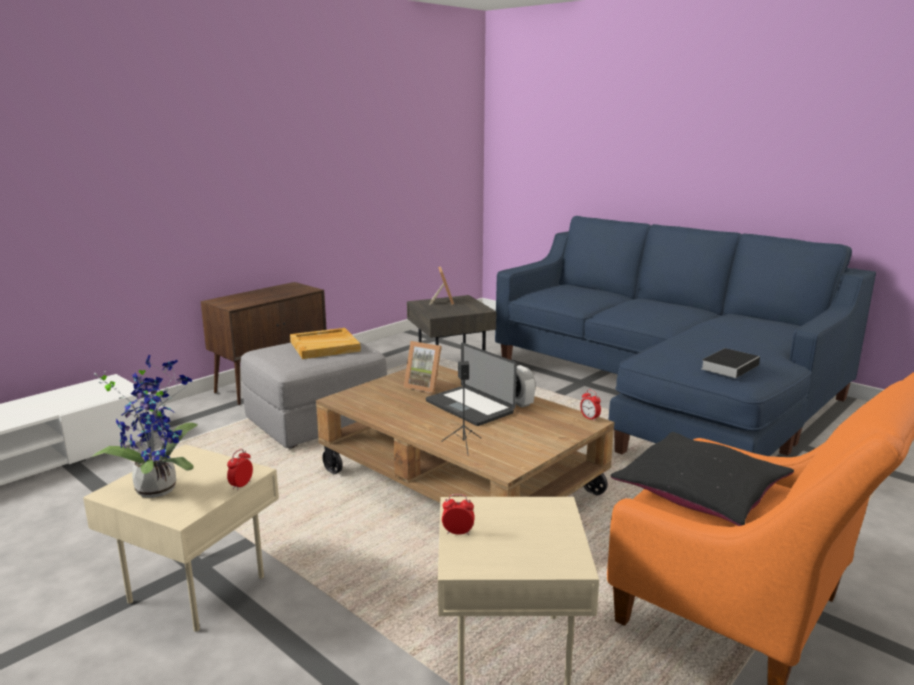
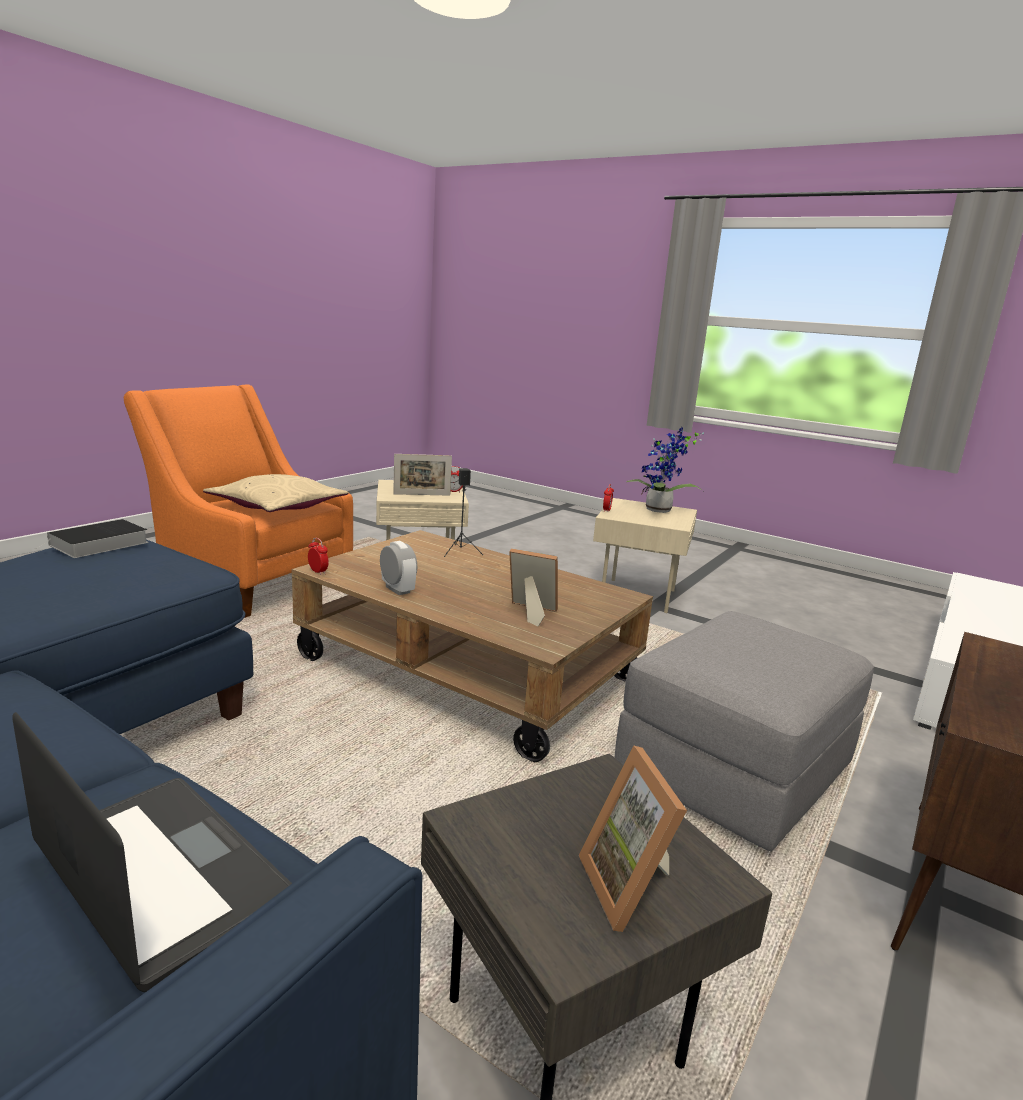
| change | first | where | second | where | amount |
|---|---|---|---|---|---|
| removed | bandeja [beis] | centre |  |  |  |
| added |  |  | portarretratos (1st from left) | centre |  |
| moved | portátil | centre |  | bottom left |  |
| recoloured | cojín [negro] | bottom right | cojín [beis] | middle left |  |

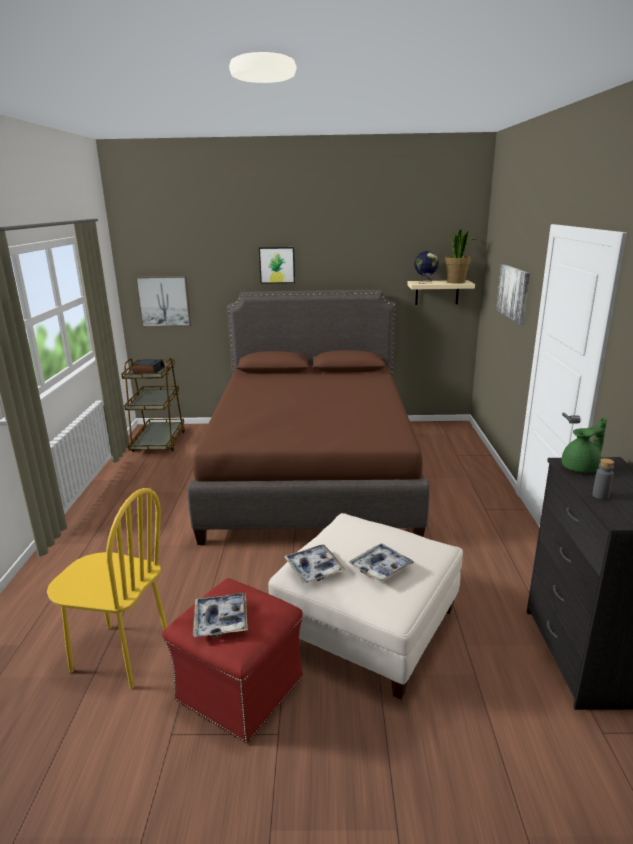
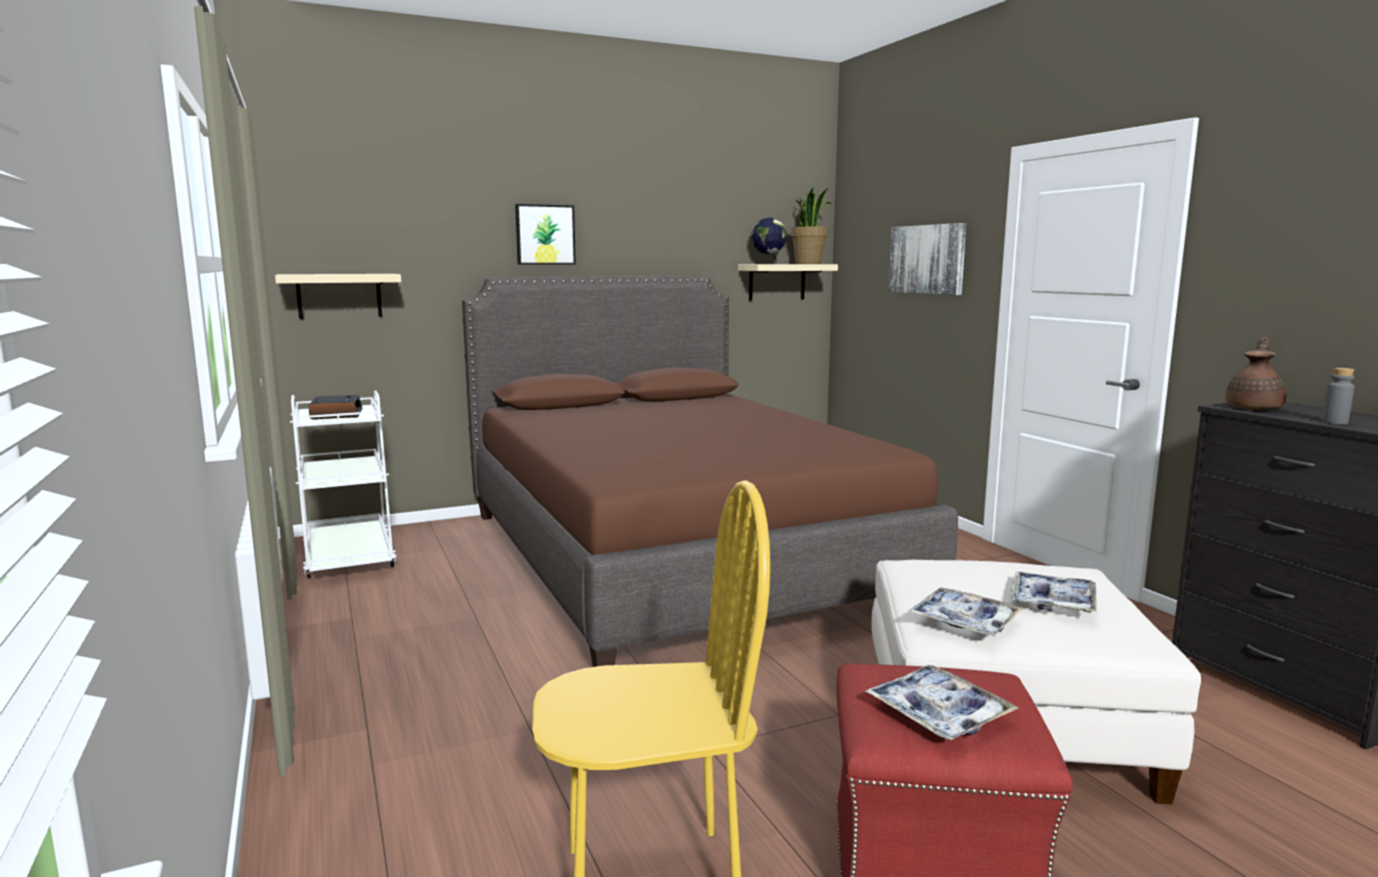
| change | first | where | second | where | amount |
|---|---|---|---|---|---|
| replaced | cuadro (1st from left) | middle left | estante [beis] (1st from left) | middle left |  |
| recoloured | carrito [marrón] | middle left | carrito [blanco] | middle left |  |
| recoloured | tetera [verde] | middle right | tetera [marrón] | middle right |  |

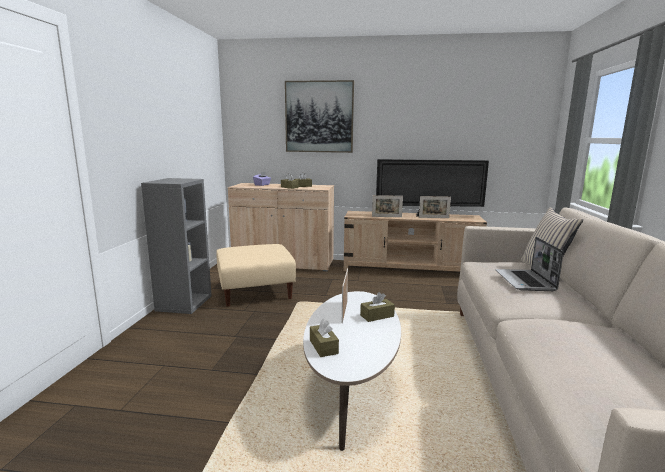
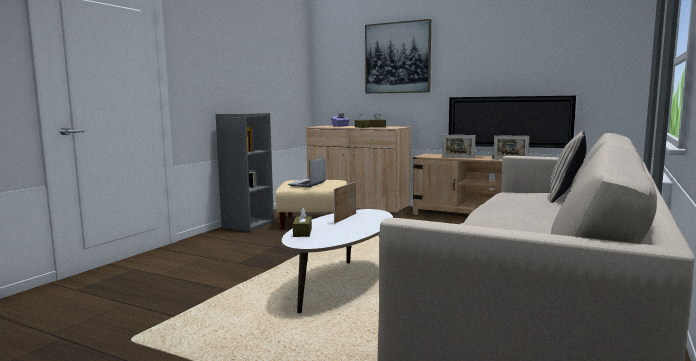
| change | first | where | second | where | amount |
|---|---|---|---|---|---|
| removed | caja de pañuelos [marrón] (4th from left) | centre |  |  |  |
| moved | portátil | middle right |  | centre |  |

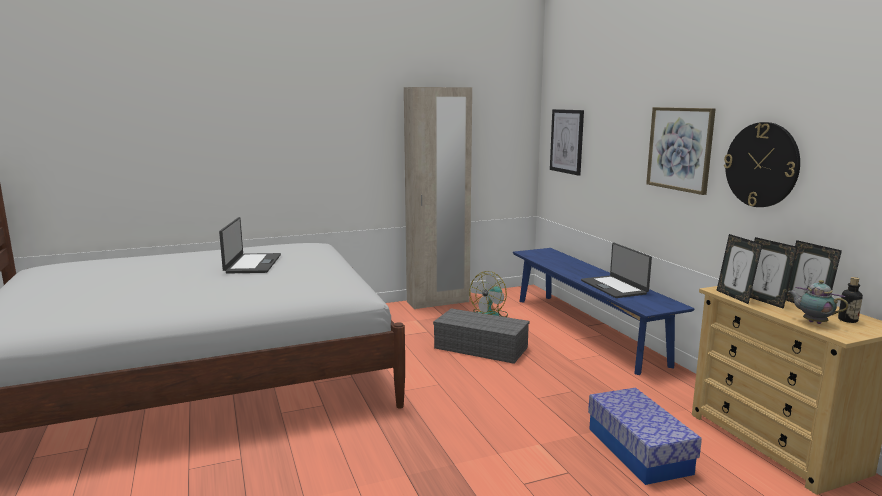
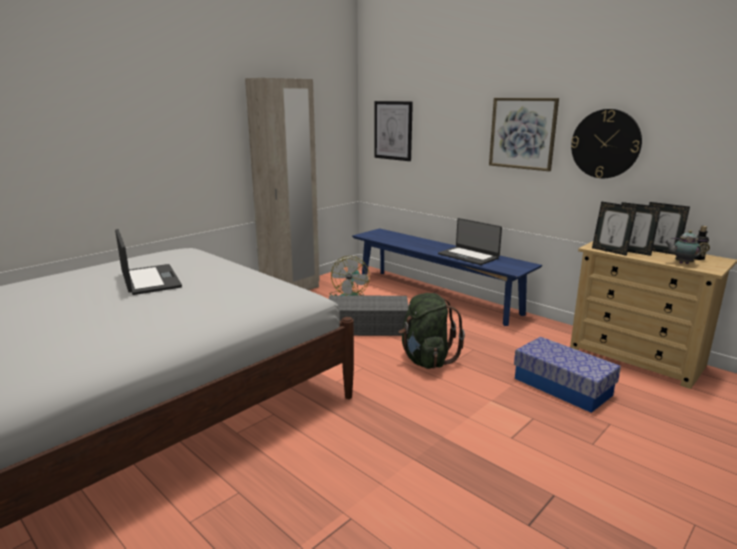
| change | first | where | second | where | amount |
|---|---|---|---|---|---|
| added |  |  | mochila [verde] | centre |  |

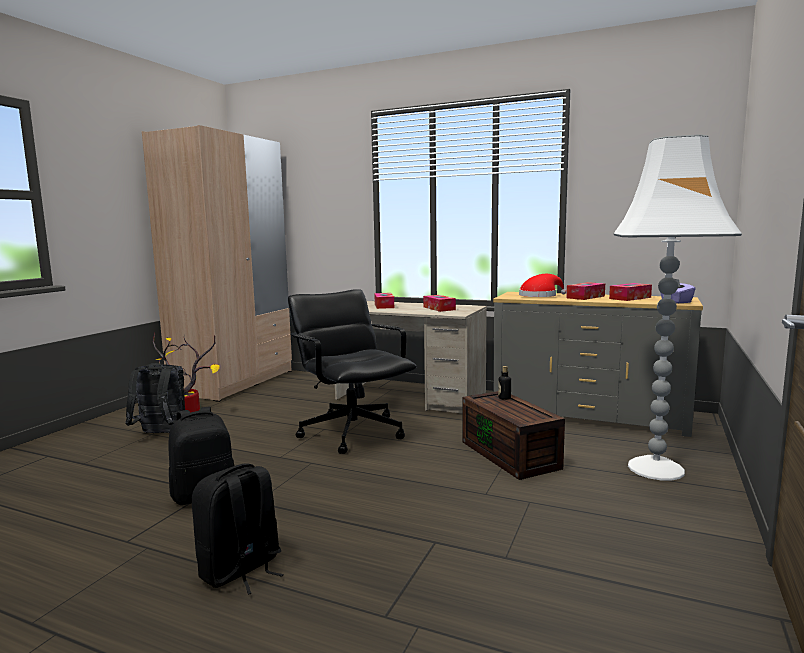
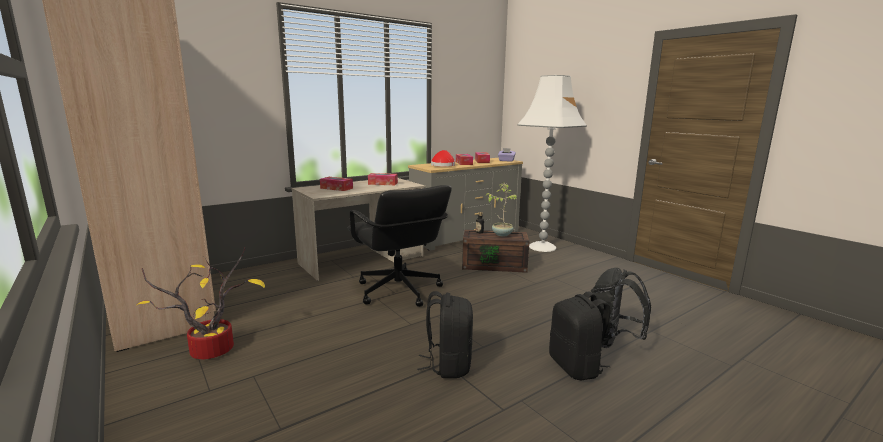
| change | first | where | second | where | amount |
|---|---|---|---|---|---|
| added |  |  | planta en maceta (2nd from left) | centre |  |
| moved | mochila [negro] (1st from left in the first image) | middle left | mochila [negro] (3rd from left) | bottom right |  |
| turned | silla de oficina [negro] | centre |  | centre | 120 degrees counterclockwise |

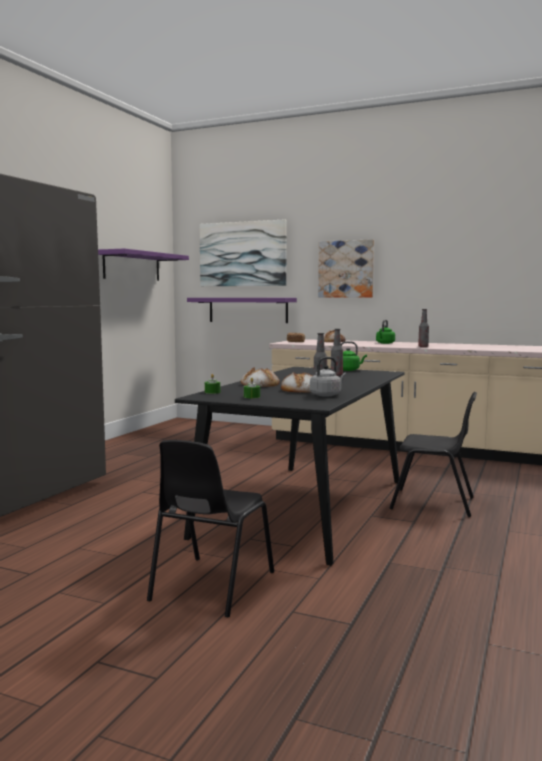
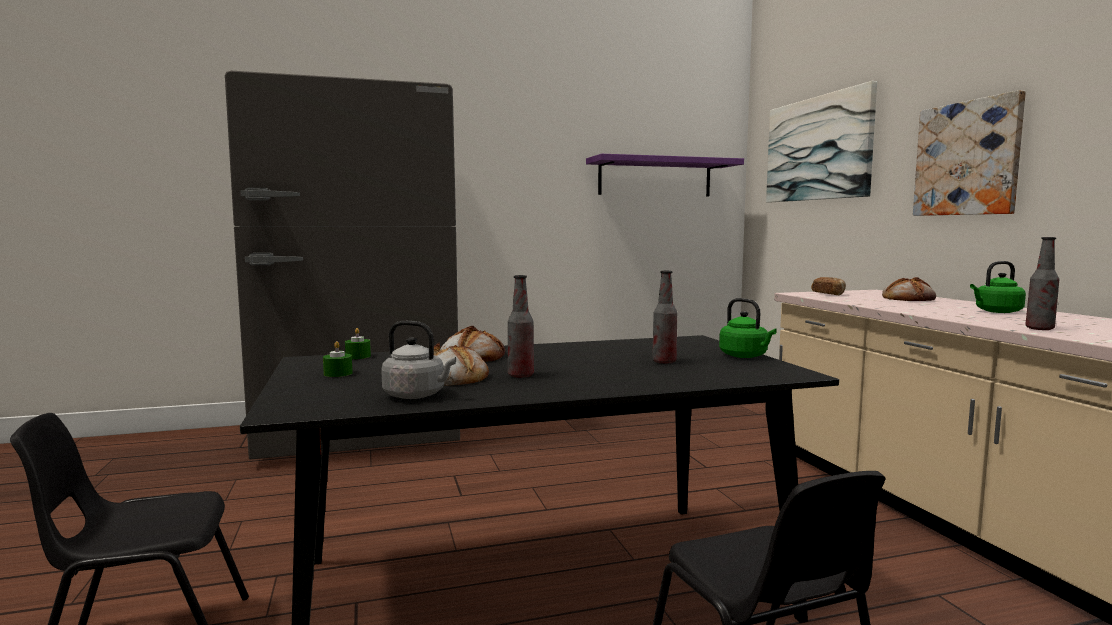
| change | first | where | second | where | amount |
|---|---|---|---|---|---|
| removed | estante [morado] (2nd from left) | centre |  |  |  |

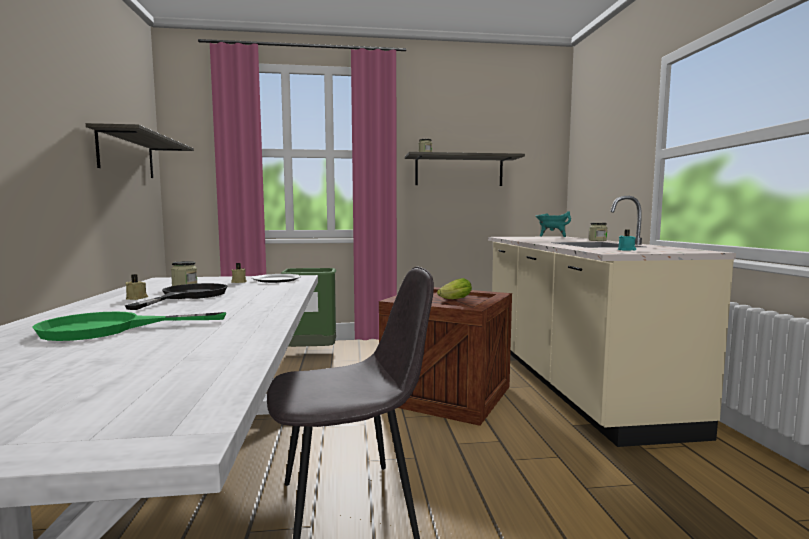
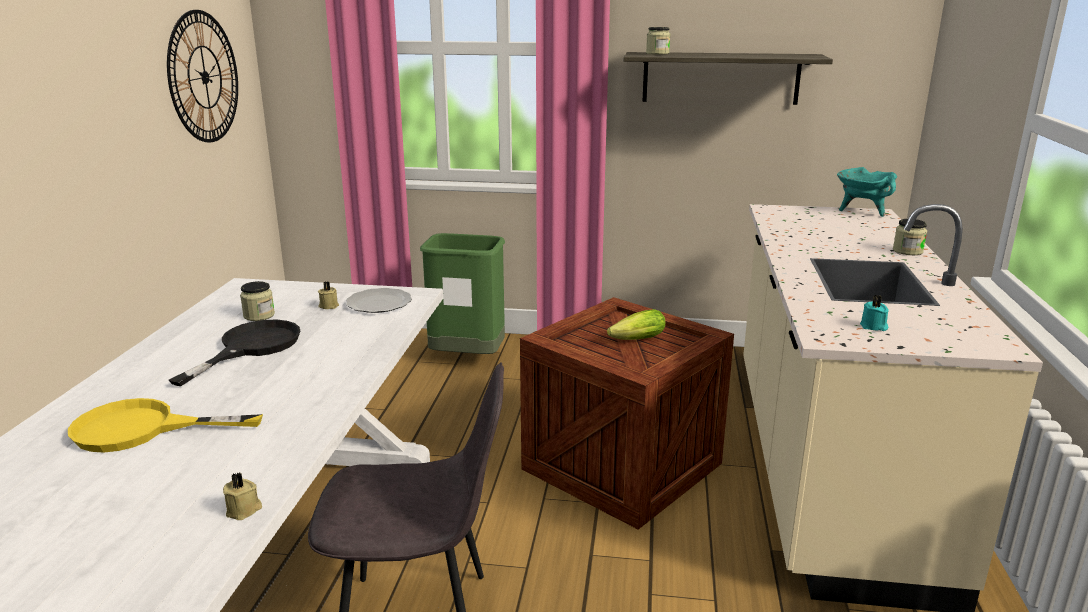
| change | first | where | second | where | amount |
|---|---|---|---|---|---|
| moved | vela [beis] (1st from left) | middle left |  | bottom left |  |
| replaced | estante (1st from left) | top left | reloj de pared | top left |  |
| recoloured | sartén [verde] | middle left | sartén [amarillo] | bottom left |  |

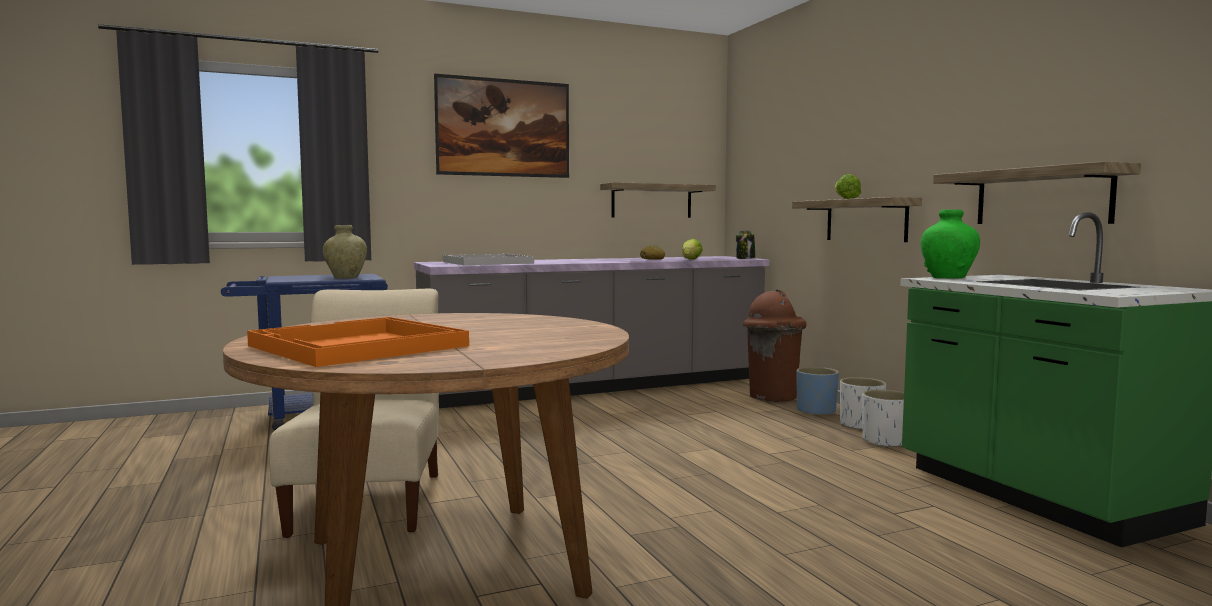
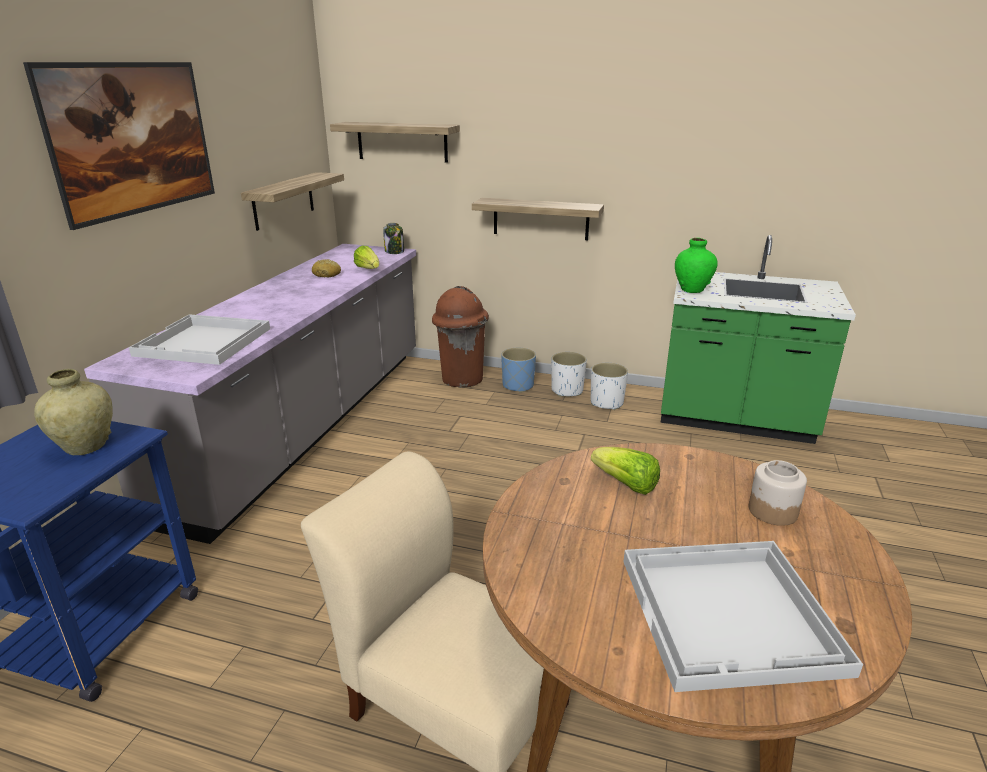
| change | first | where | second | where | amount |
|---|---|---|---|---|---|
| added |  |  | tarro (2nd from left) | middle right |  |
| moved | lechuga (2nd from left) | top right |  | centre |  |
| moved | estante (3rd from left in the first image) | top right | estante (2nd from left) | top centre |  |
| recoloured | bandeja [naranja] | middle left | bandeja [blanco] (2nd from left) | bottom right |  |

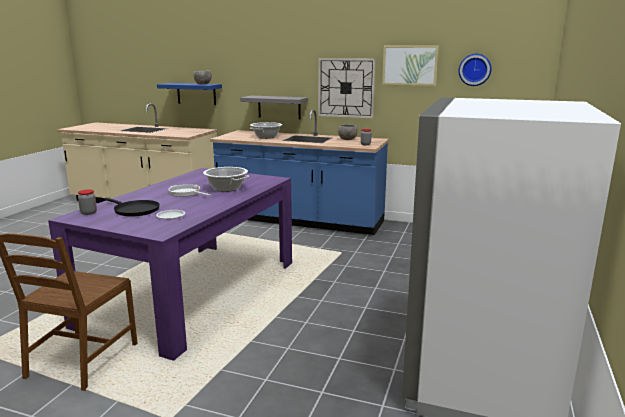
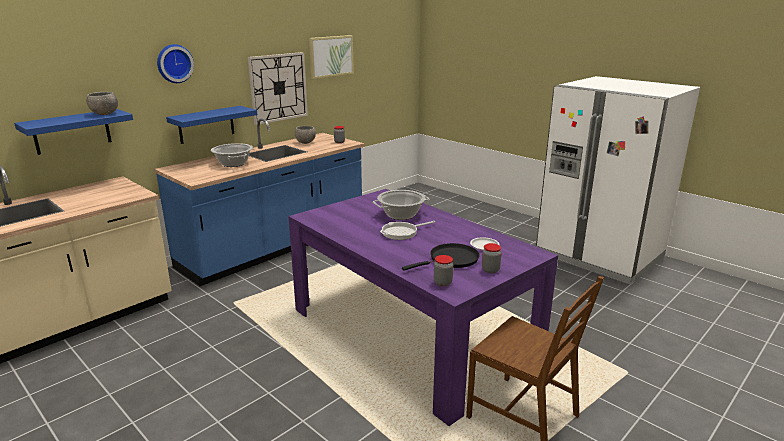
| change | first | where | second | where | amount |
|---|---|---|---|---|---|
| added |  |  | tarro (3rd from left) | centre |  |
| moved | reloj de pared (2nd from left in the first image) | top right | reloj de pared (1st from left) | top left |  |
| recoloured | estante [gris] | top centre | estante [azul] (2nd from left) | top left |  |

